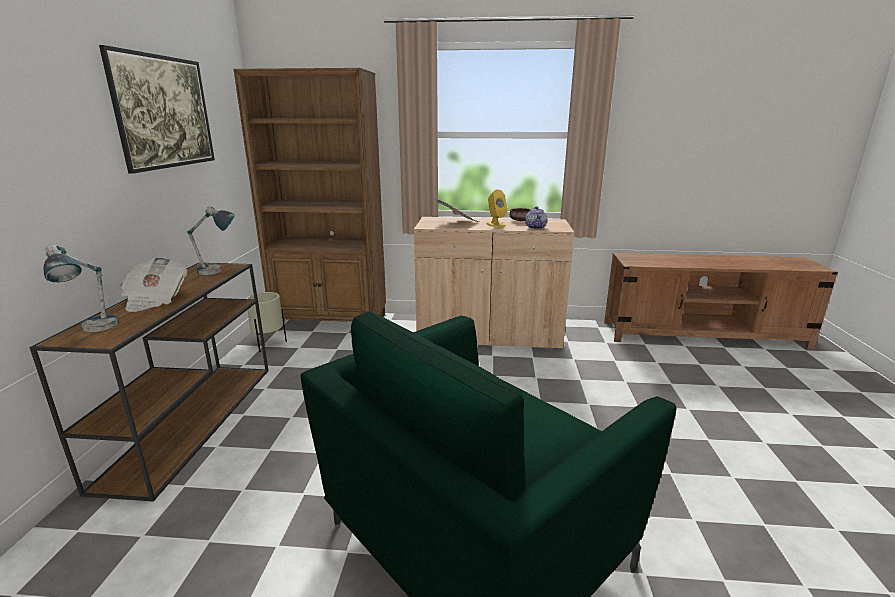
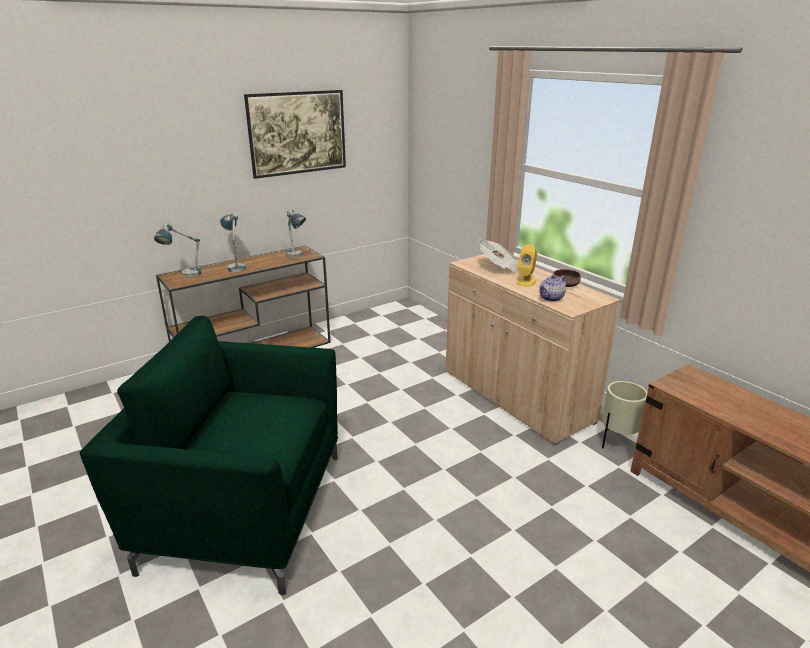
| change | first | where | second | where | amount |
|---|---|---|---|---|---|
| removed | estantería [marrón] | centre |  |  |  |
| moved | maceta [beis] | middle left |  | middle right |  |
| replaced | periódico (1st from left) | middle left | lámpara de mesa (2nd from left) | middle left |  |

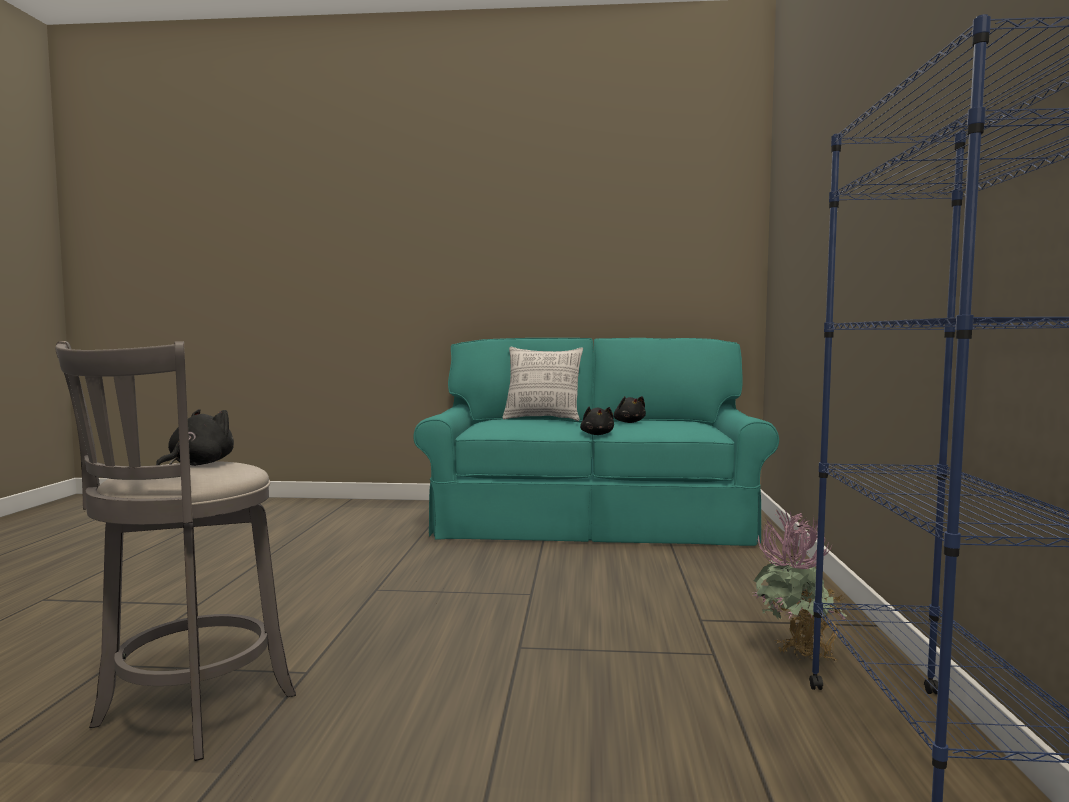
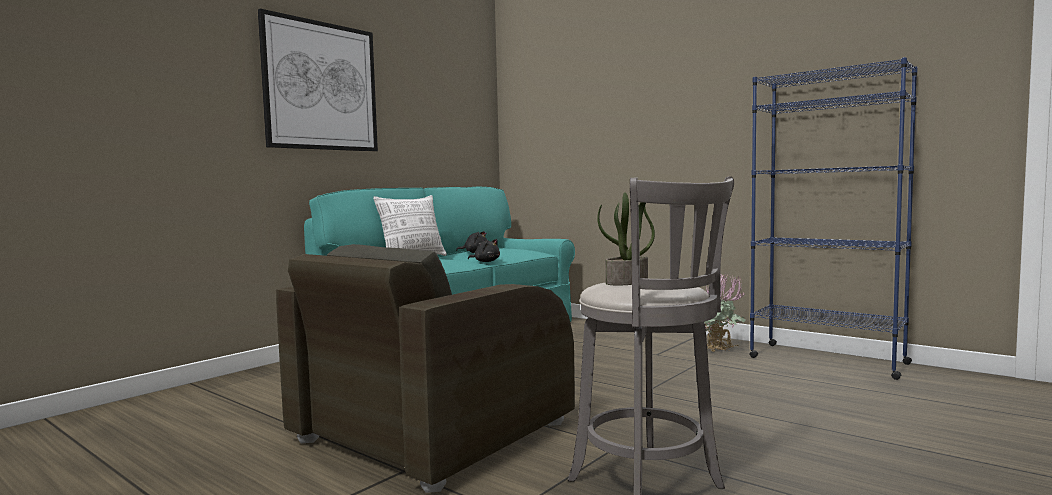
| change | first | where | second | where | amount |
|---|---|---|---|---|---|
| added |  |  | cuadro | top left |  |
| added |  |  | sillón [marrón] | bottom centre |  |
| replaced | peluche [negro] (1st from left) | middle left | planta en maceta (1st from left) | centre |  |

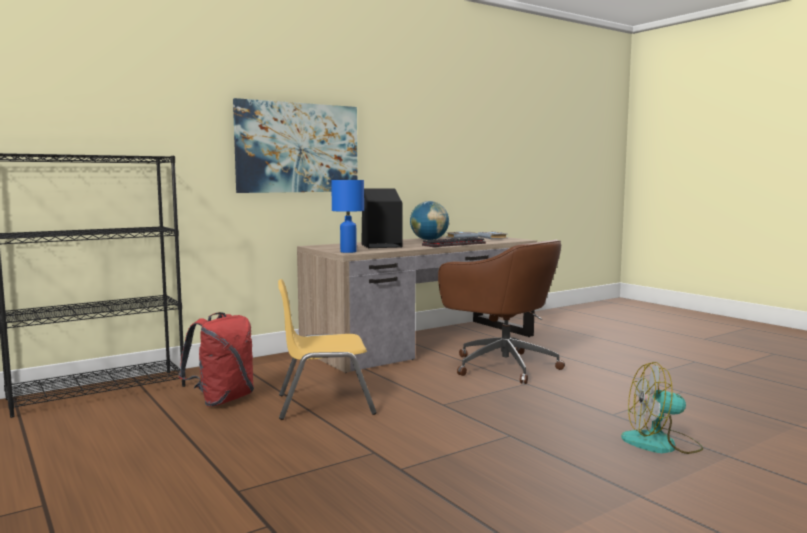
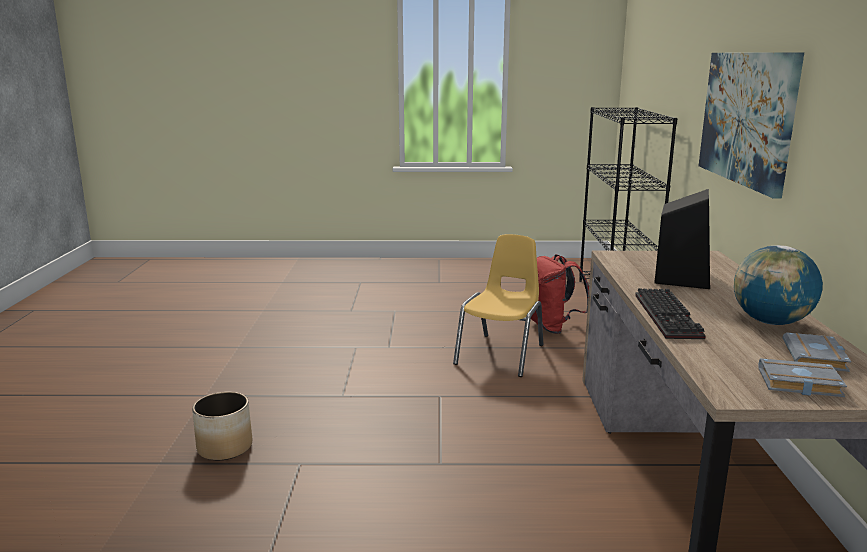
| change | first | where | second | where | amount |
|---|---|---|---|---|---|
| removed | lámpara de mesa [azul] | centre |  |  |  |
| removed | silla de oficina [marrón] | centre |  |  |  |
| replaced | ventilador | bottom right | maceta | bottom left |  |

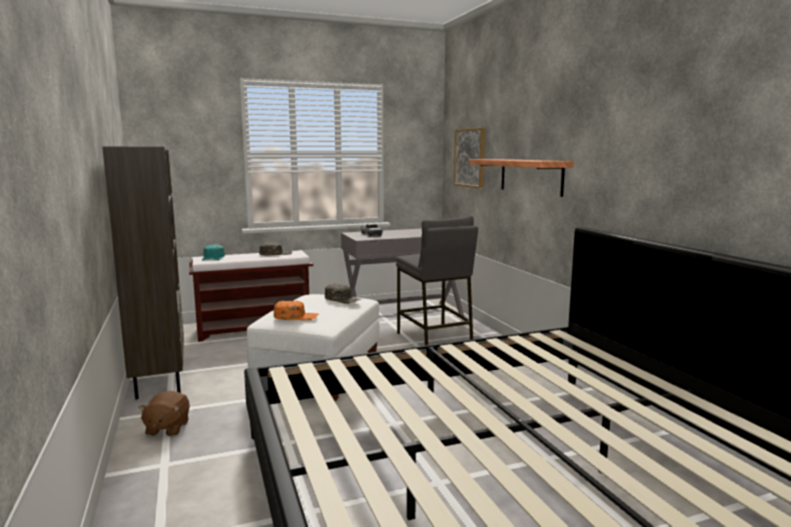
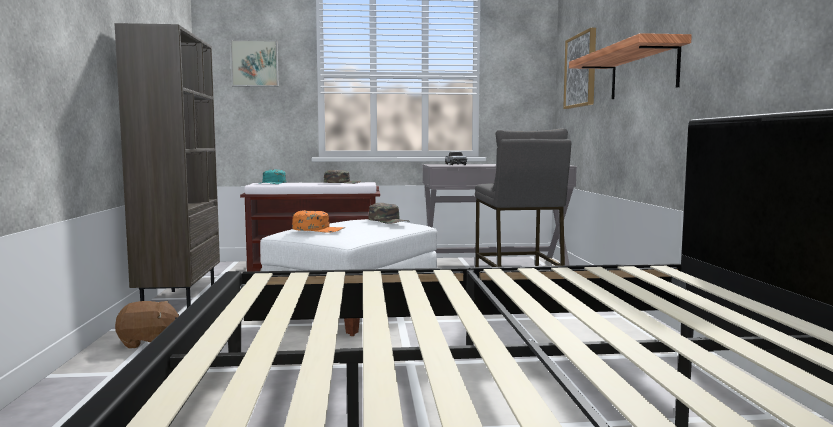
| change | first | where | second | where | amount |
|---|---|---|---|---|---|
| added |  |  | cuadro (1st from left) | top left |  |
| turned | peluche [marrón] | bottom left |  | bottom left | 120 degrees counterclockwise |

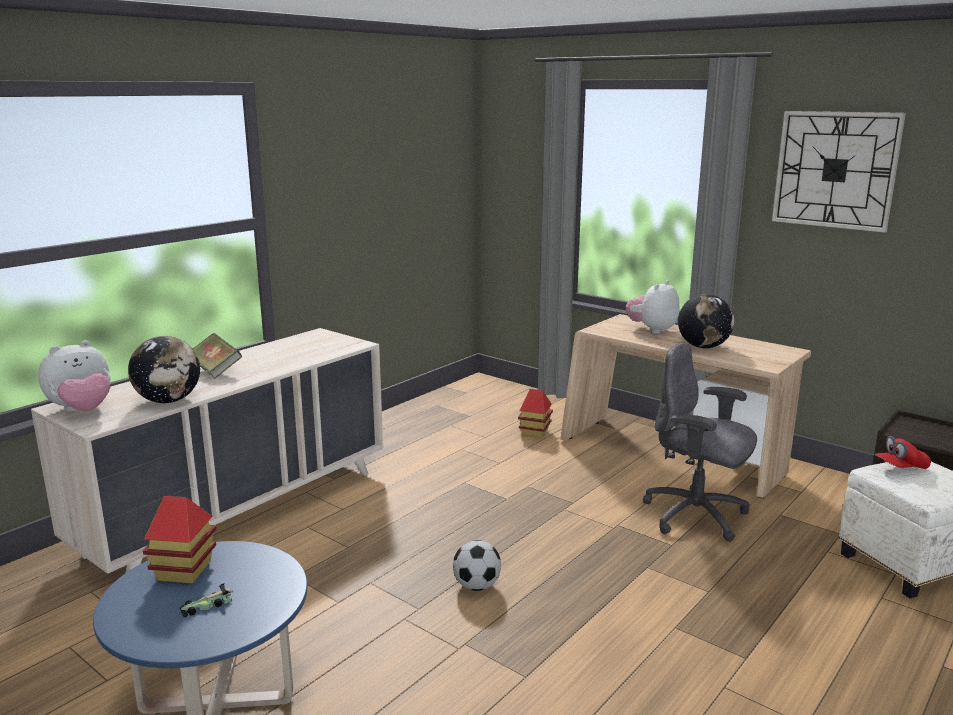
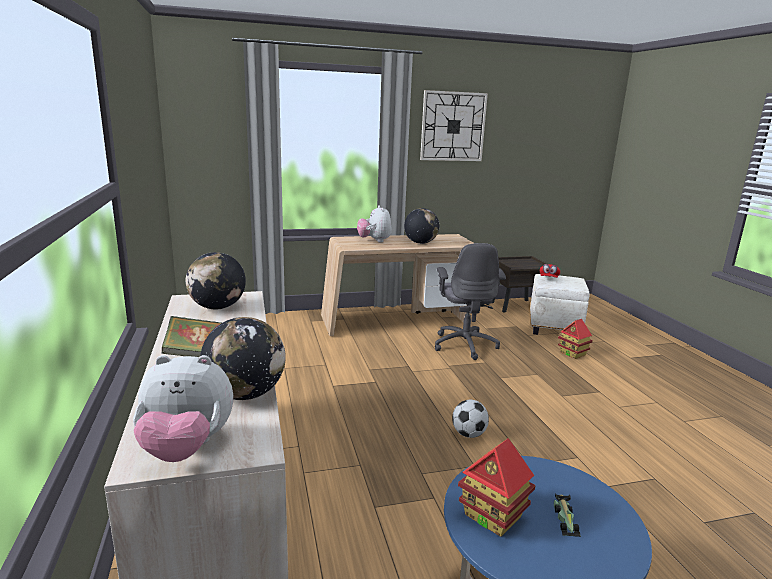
| change | first | where | second | where | amount |
|---|---|---|---|---|---|
| added |  |  | globo terráqueo (1st from left) | middle left |  |
| moved | casita (2nd from left) | centre |  | middle right |  |
| turned | peluche (1st from left) | middle left |  | bottom left | 90 degrees clockwise |
| turned | silla de oficina [gris] | middle right |  | centre | 75 degrees counterclockwise |

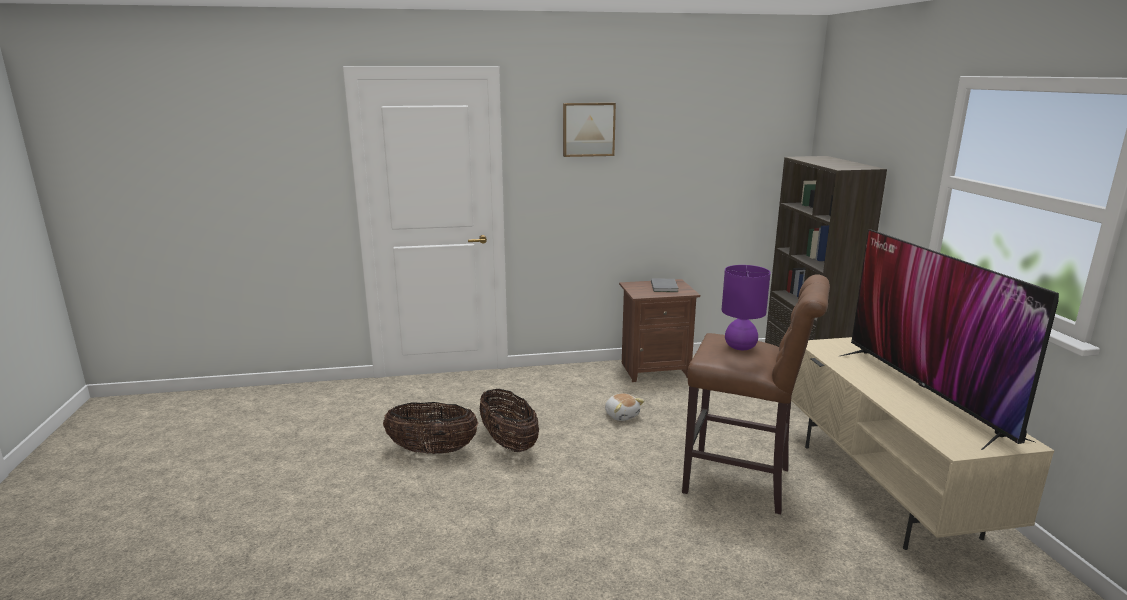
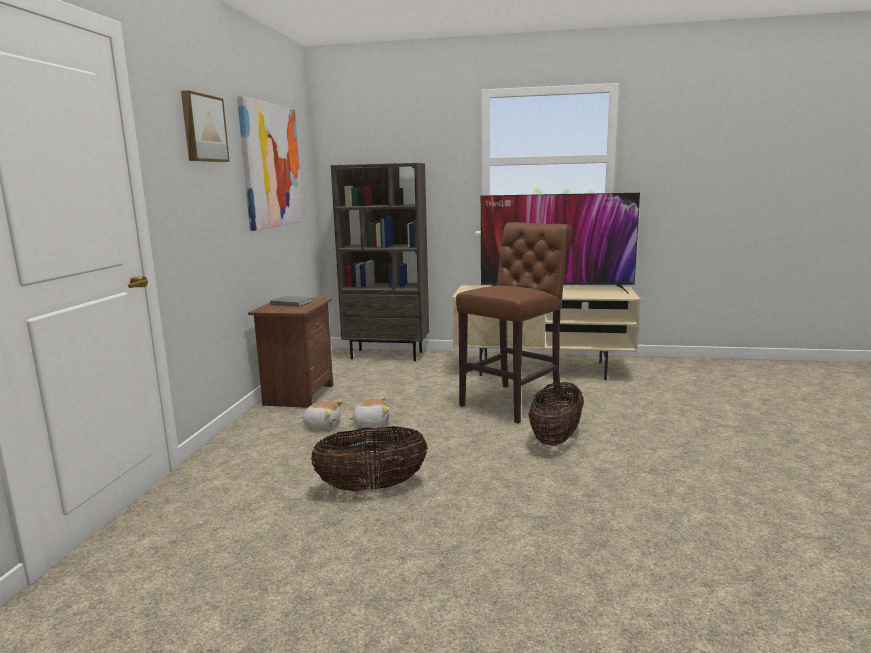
| change | first | where | second | where | amount |
|---|---|---|---|---|---|
| removed | lámpara de mesa [morado] | centre |  |  |  |
| added |  |  | cuadro (2nd from left) | top left |  |
| added |  |  | peluche (1st from left) | centre |  |
| moved | cesta (1st from left in the first image) | bottom centre | cesta (2nd from left) | centre |  |

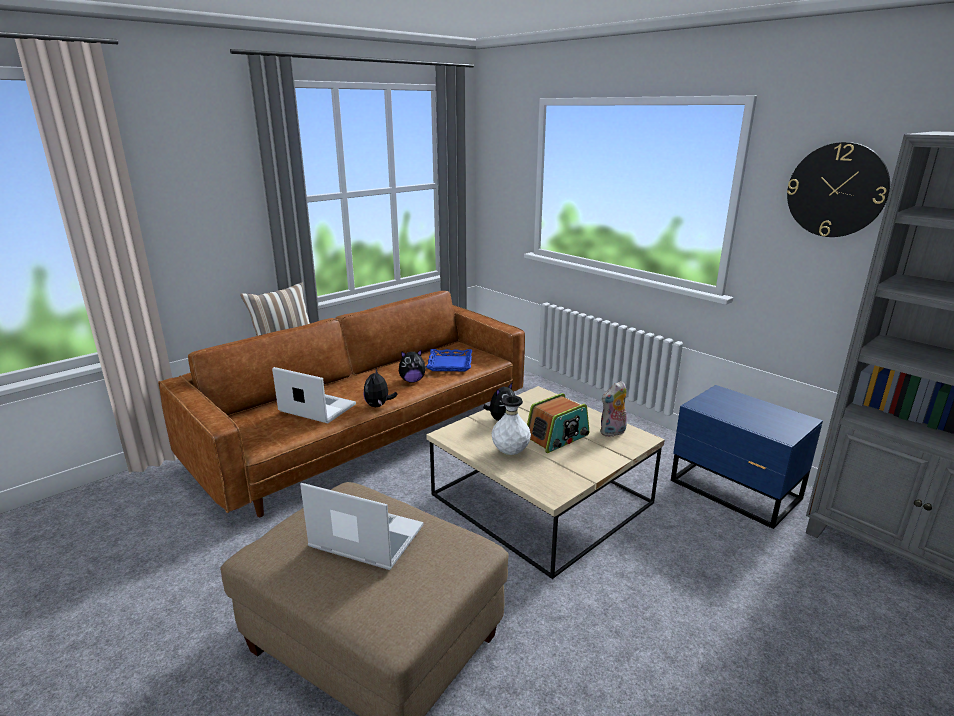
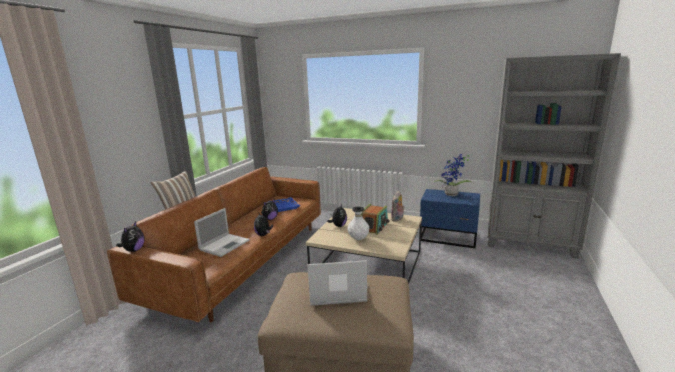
| change | first | where | second | where | amount |
|---|---|---|---|---|---|
| removed | reloj de pared | top right |  |  |  |
| added |  |  | peluche (1st from left) | middle left |  |
| added |  |  | planta en maceta | middle right |  |
| turned | portátil (1st from left) | middle left |  | middle left | 120 degrees clockwise |

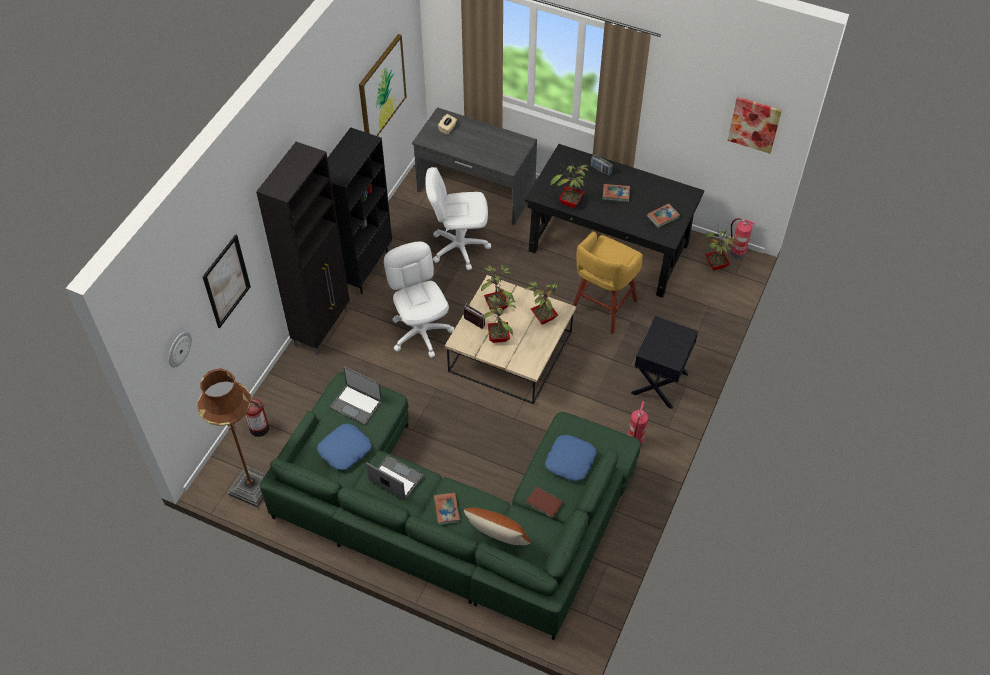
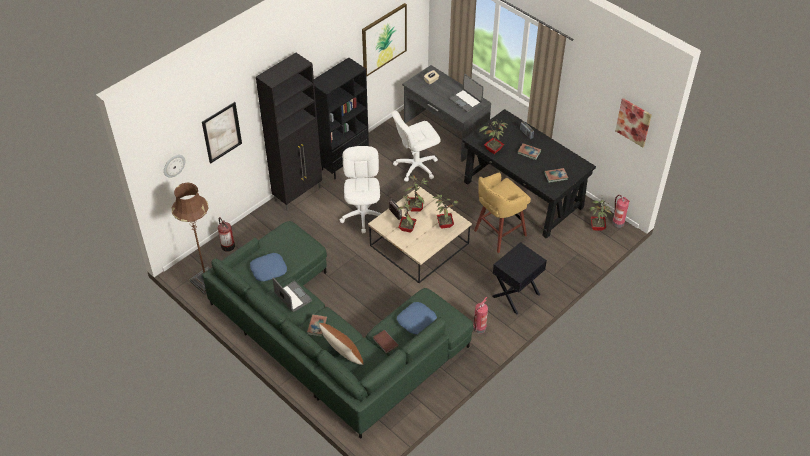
| change | first | where | second | where | amount |
|---|---|---|---|---|---|
| moved | portátil (1st from left in the first image) | centre | portátil (2nd from left) | top centre |  |
| turned | silla de oficina [blanco] (2nd from left) | top centre |  | top centre | 45 degrees counterclockwise |

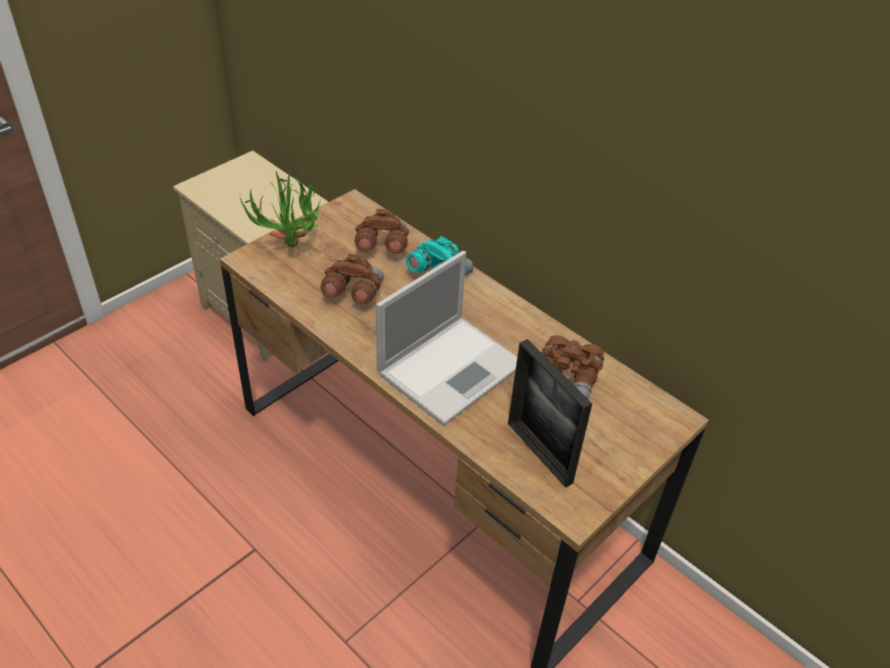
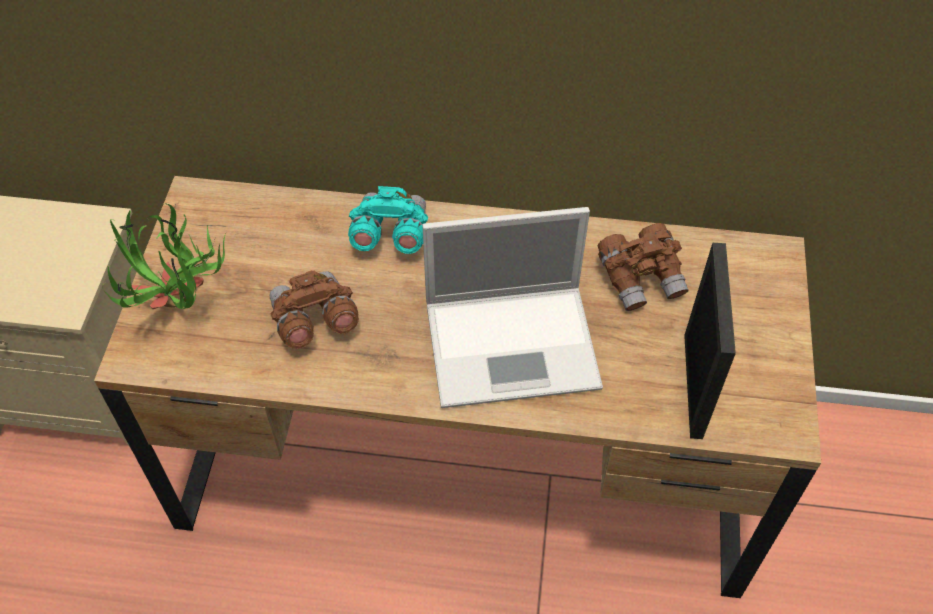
| change | first | where | second | where | amount |
|---|---|---|---|---|---|
| removed | prismáticos [marrón] (2nd from left) | centre |  |  |  |
| turned | portátil | centre |  | centre | 75 degrees clockwise |
| turned | portarretratos | centre |  | middle right | 105 degrees counterclockwise |

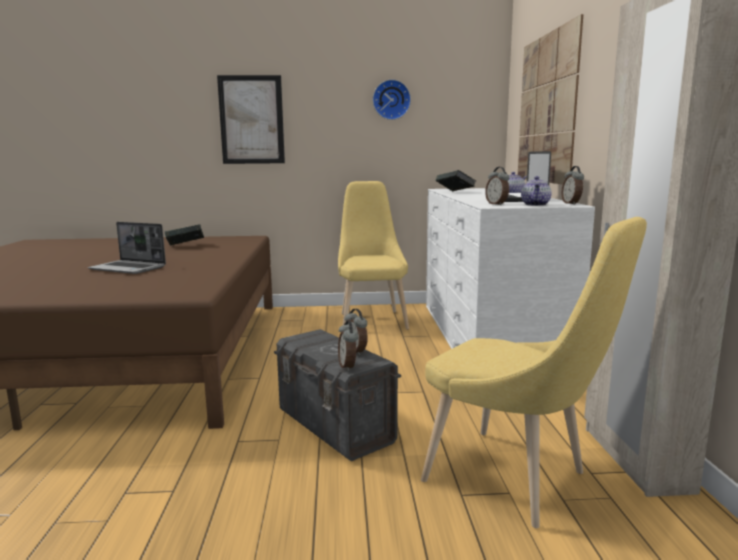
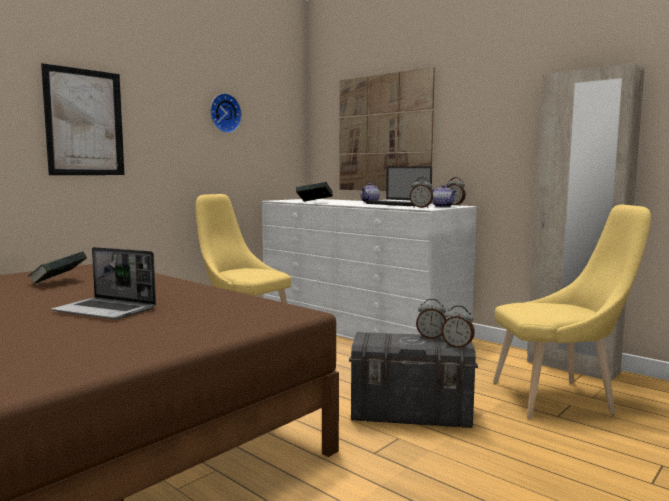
| change | first | where | second | where | amount |
|---|---|---|---|---|---|
| turned | portátil (1st from left) | middle left |  | middle left | 45 degrees clockwise |

